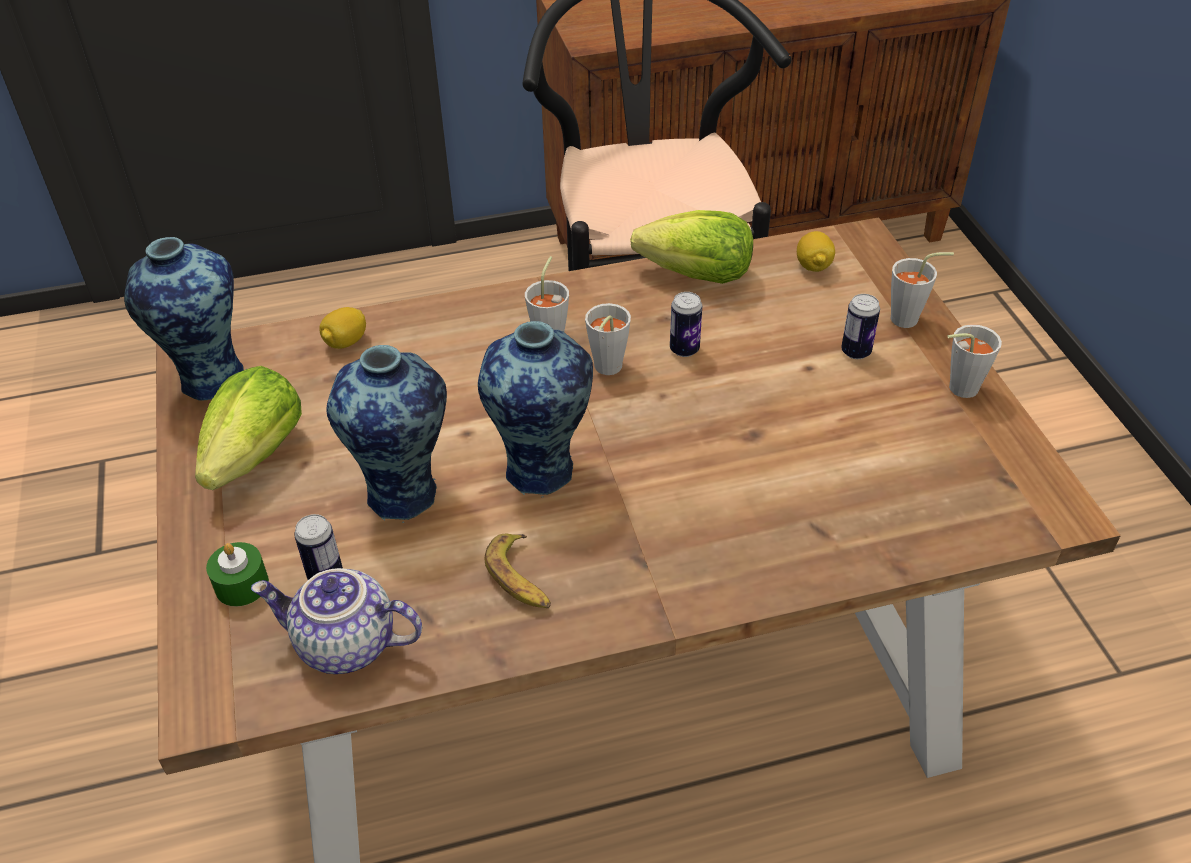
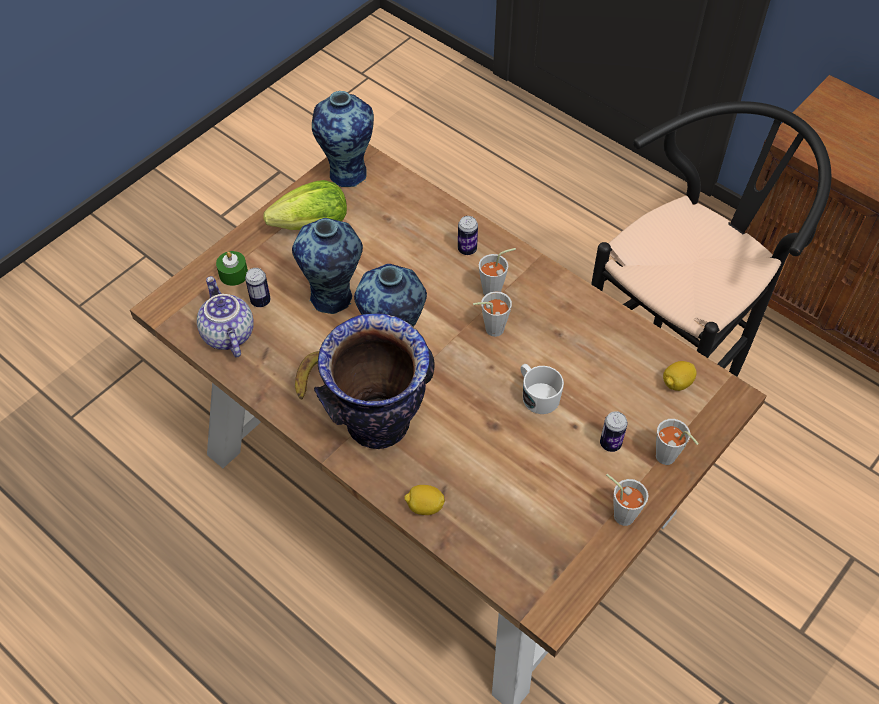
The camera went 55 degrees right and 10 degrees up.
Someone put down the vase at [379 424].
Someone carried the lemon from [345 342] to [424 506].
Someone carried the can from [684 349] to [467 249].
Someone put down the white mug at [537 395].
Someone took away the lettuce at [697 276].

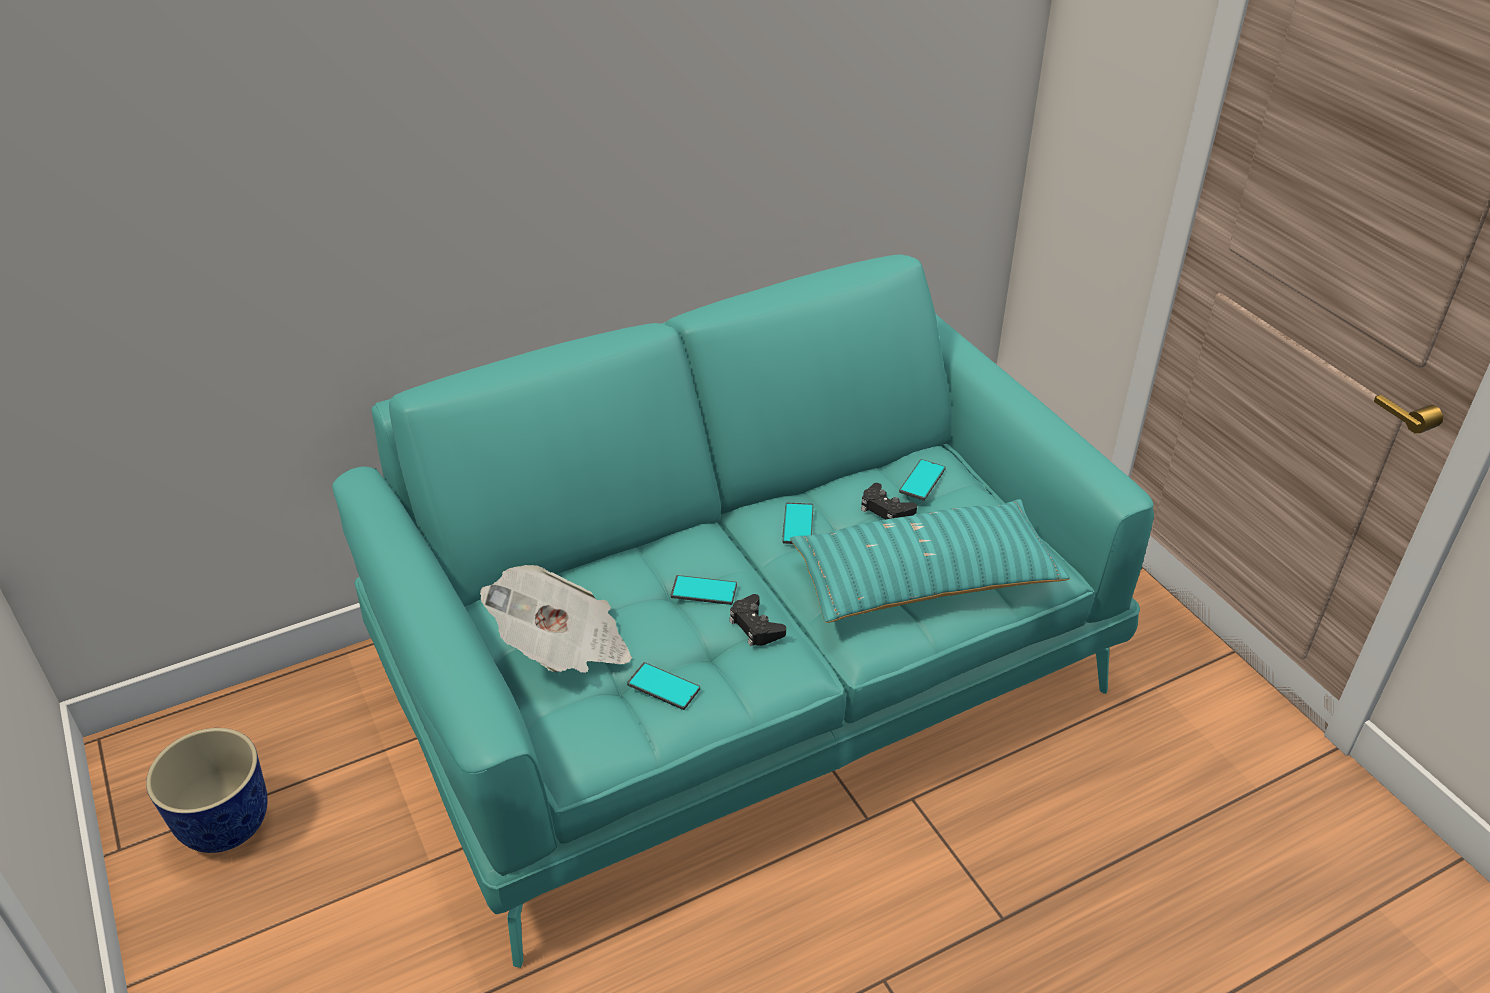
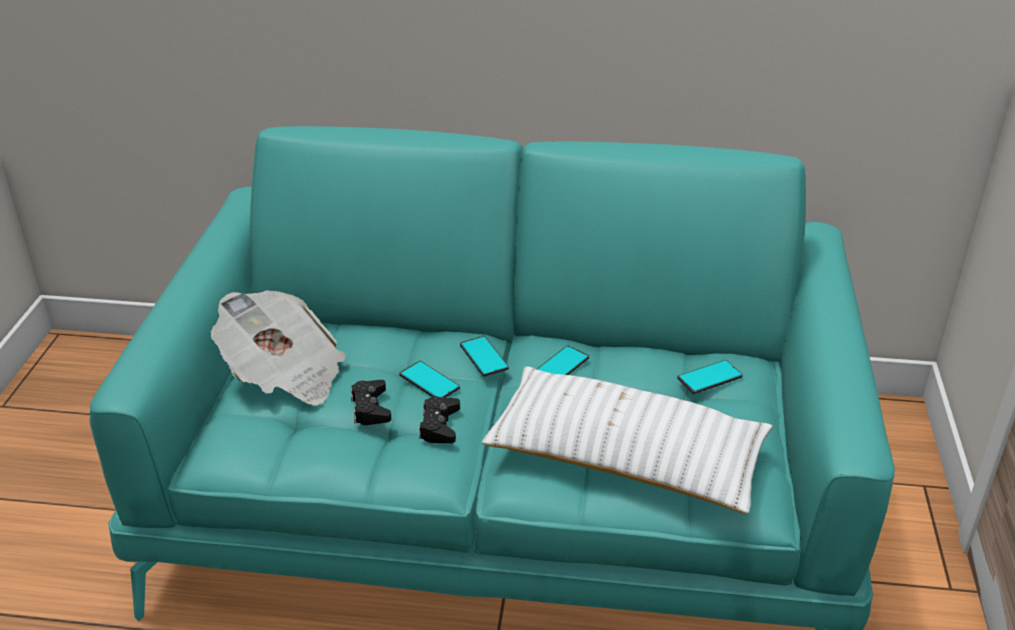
The camera went 35 degrees right and 5 degrees down.
Someone carried the black game controller from [886 510] to [370 408].
Someone carried the phone from [663 687] to [483 357].
Someone repainted the turquoise pillow at [925 580], which became the white pillow at [625 458].
Someone took away the planter at [224 826].

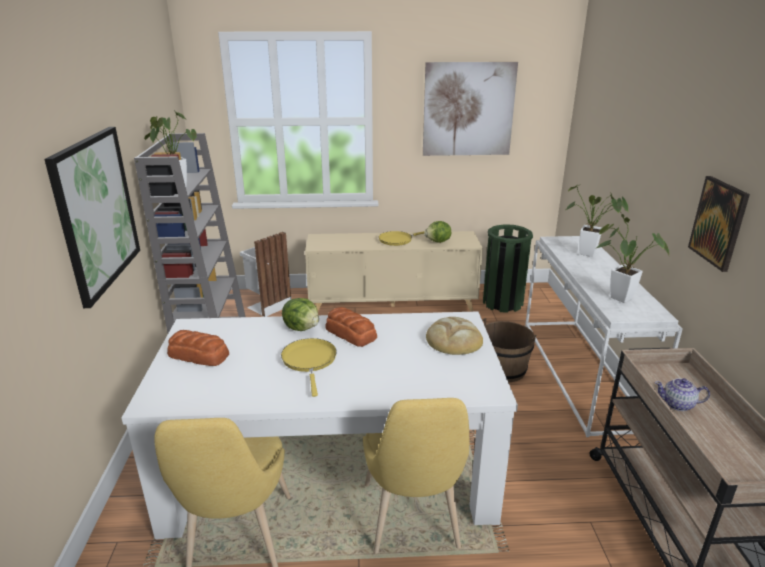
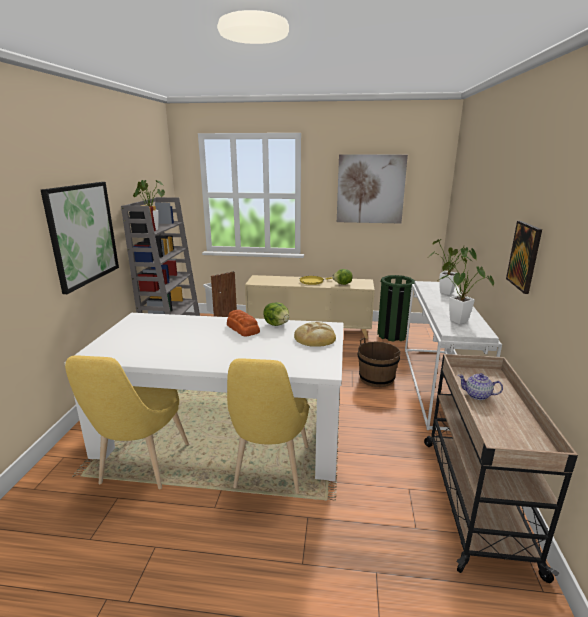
The camera went 10 degrees right and 5 degrees down.
Someone carried the lettuce from [302 327] to [277 324].
Someone took away the bread at [199 355].
Someone took away the yellow frying pan at [309 361].

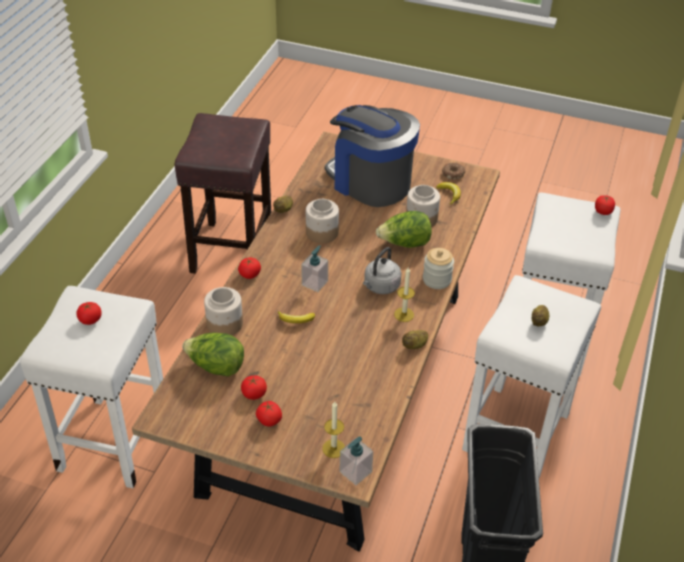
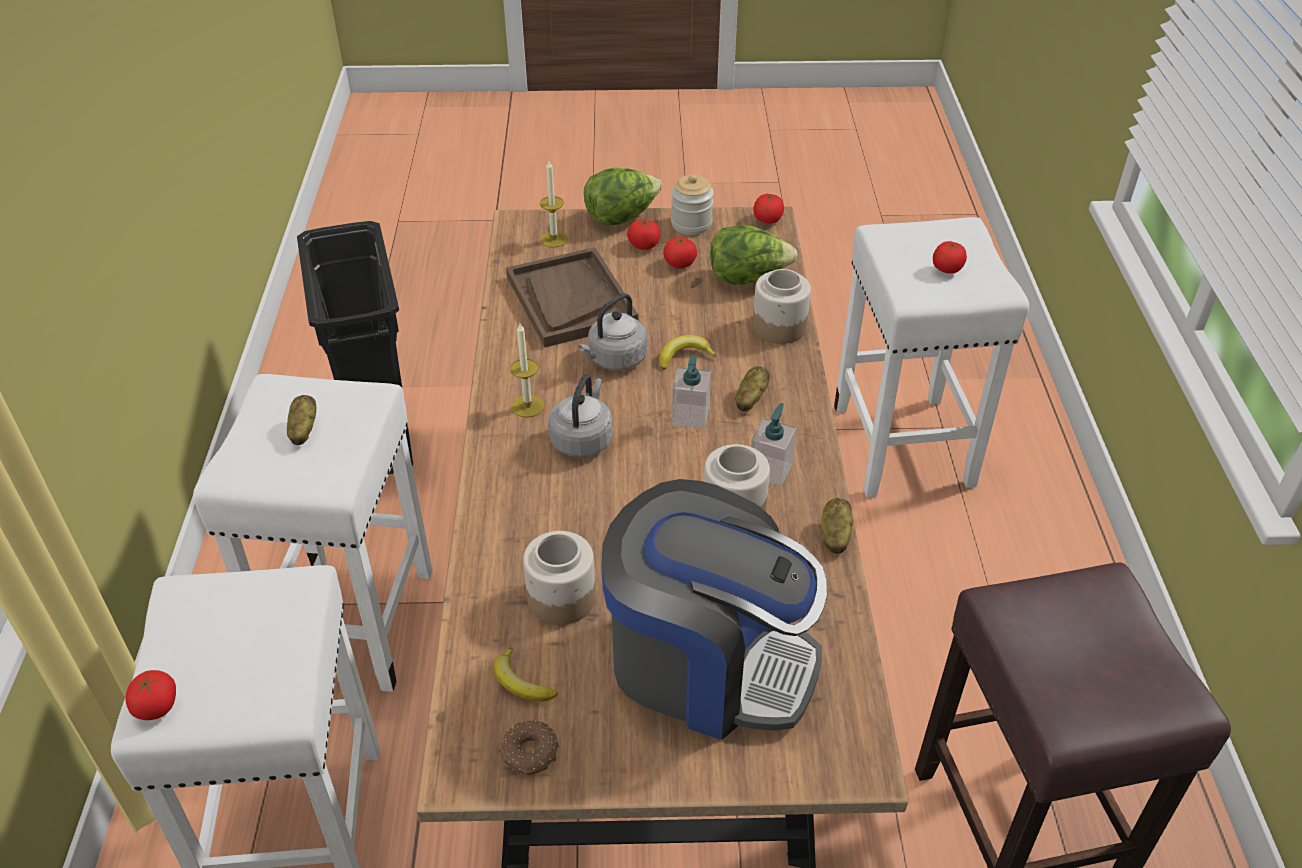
The camera went 160 degrees right and 0 degrees up.
Someone put down the brown tray at [570 300].
Someone put down the grey kettle at [615 359].
Someone carried the lettuce from [404 244] to [621 217].
Someone carried the jar from [437 280] to [691 224].
Someone carried the potato from [415 345] to [750 399].
Someone carried the soap dispenser from [355 472] to [770 470].
Someone carried the tomato from [250 274] to [767 220].

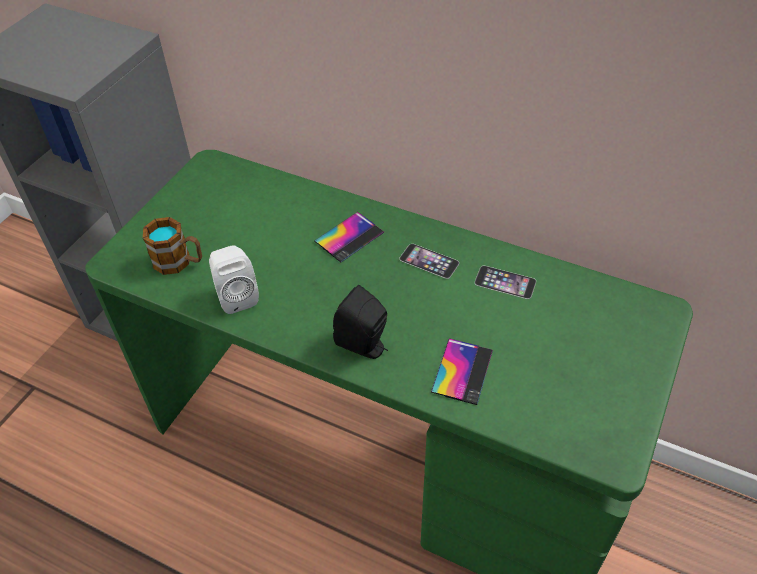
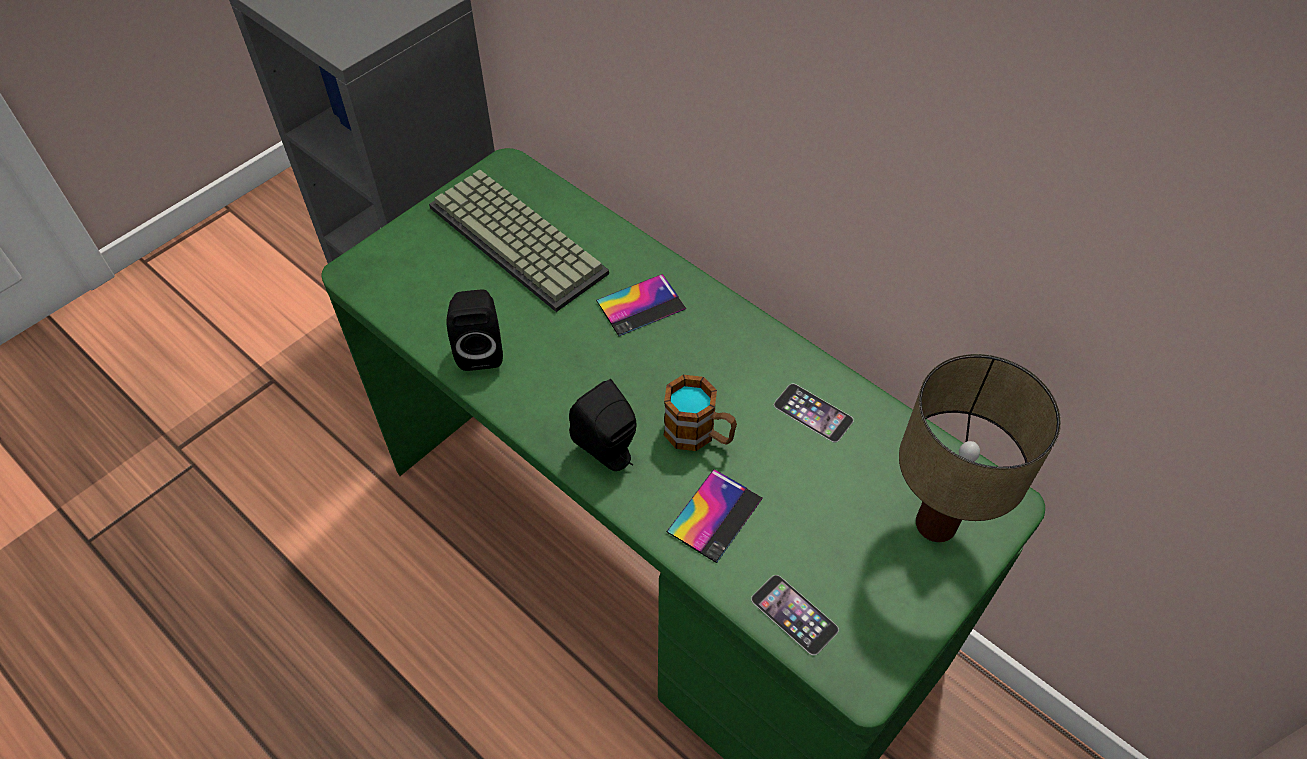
The camera went 15 degrees right and 5 degrees up.
Someone put down the keyboard at [521 239].
Someone repainted the white speaker at [236 296], which became the black speaker at [480 349].
Someone carried the mug from [179 262] to [699 434].
Someone carried the phone from [429 261] to [794 614].
Someone put down the table lamp at [938 525].

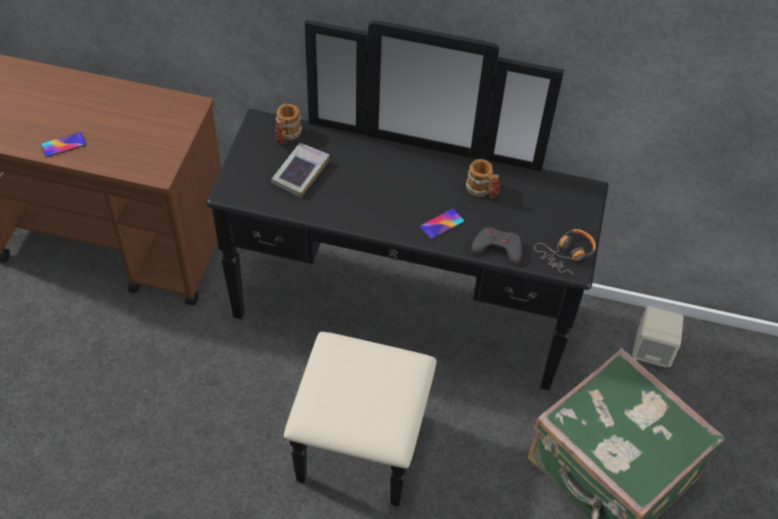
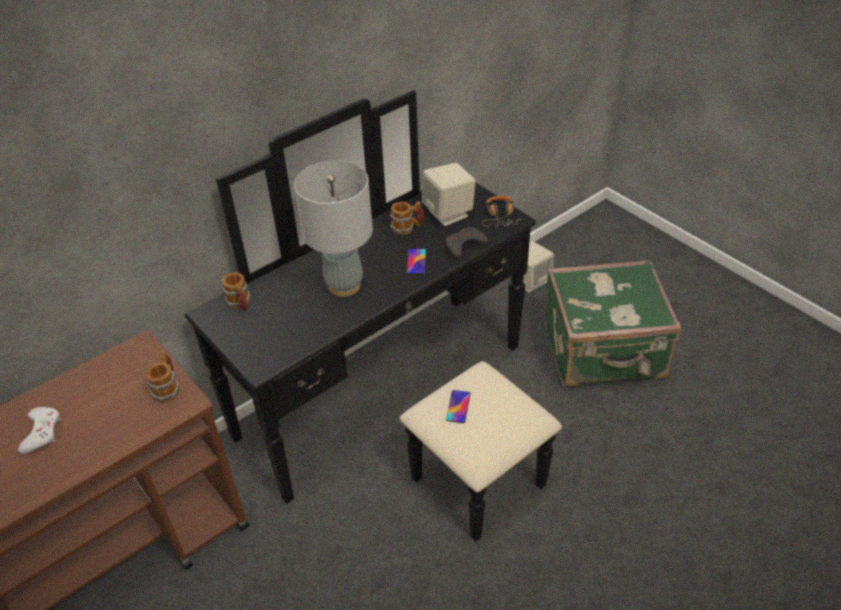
The camera went 50 degrees left and 10 degrees down.
Someone put down the white game controller at [42 432].
Someone put down the mug at [167 388].
Someone put down the grey table lamp at [344 285].
Someone put down the beige speaker at [449 213].
Someone carried the phone from [63 145] to [458 406].
Someone took away the book at [300 172].

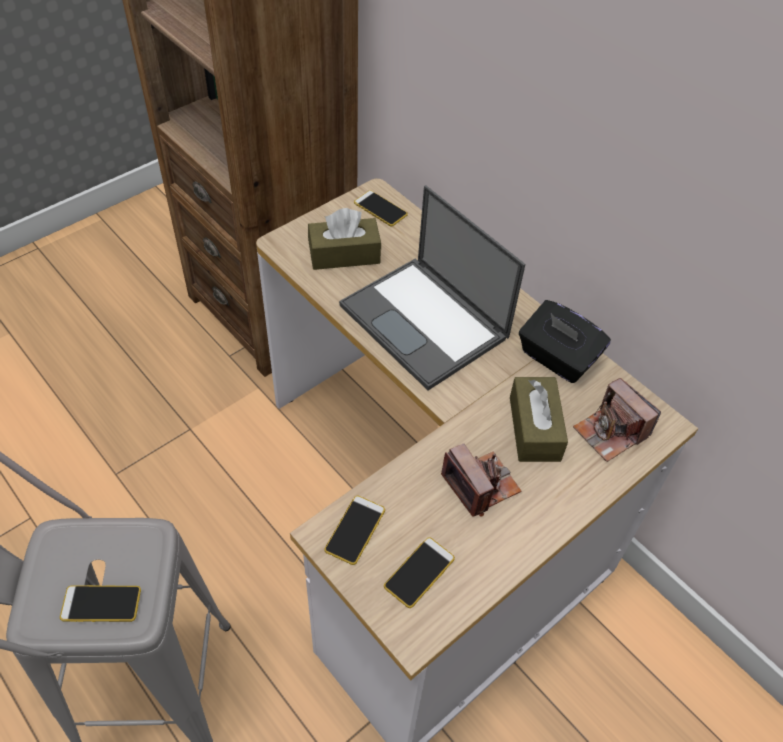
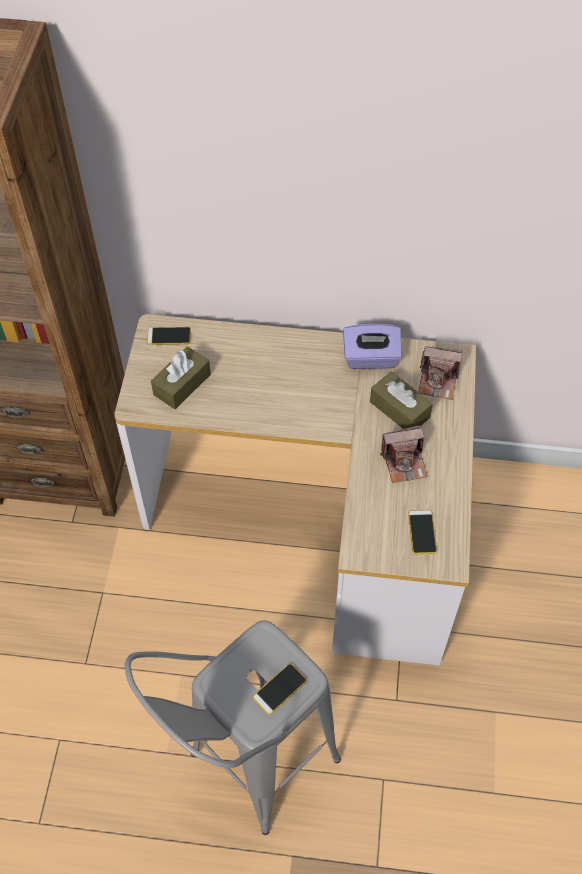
The camera went 40 degrees left and 5 degrees up.
Someone repainted the black tissue box at [557 358], which became the purple tissue box at [370 359].
Someone rotated the photo camera at [480 485] by 150 degrees clockwise.
Someone took away the phone at [355 530].
Someone took away the laptop at [425 322].

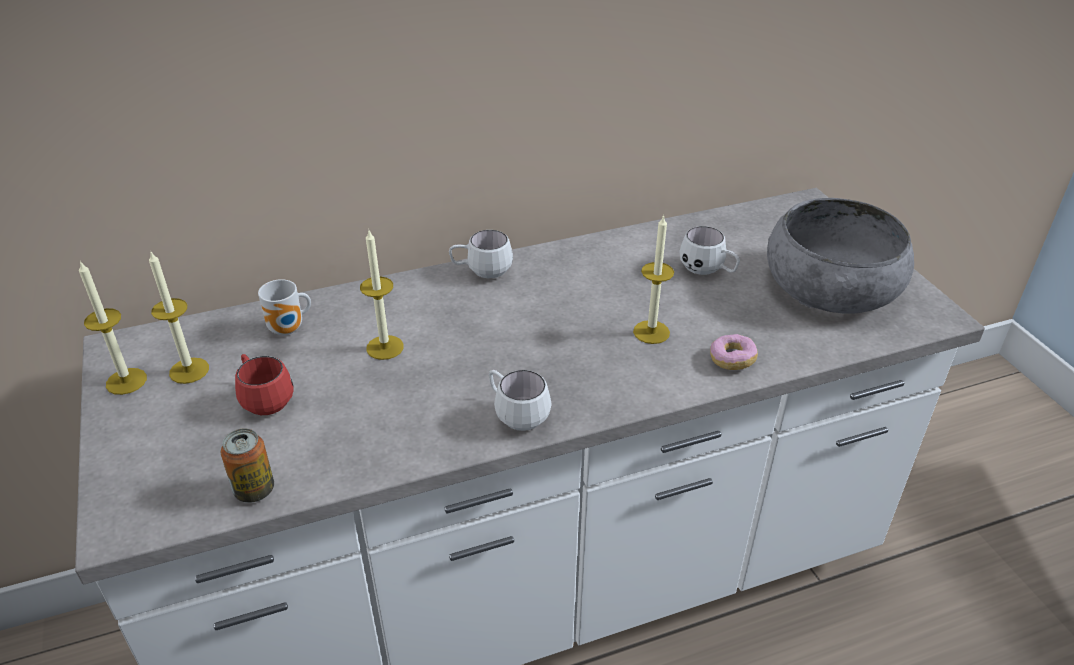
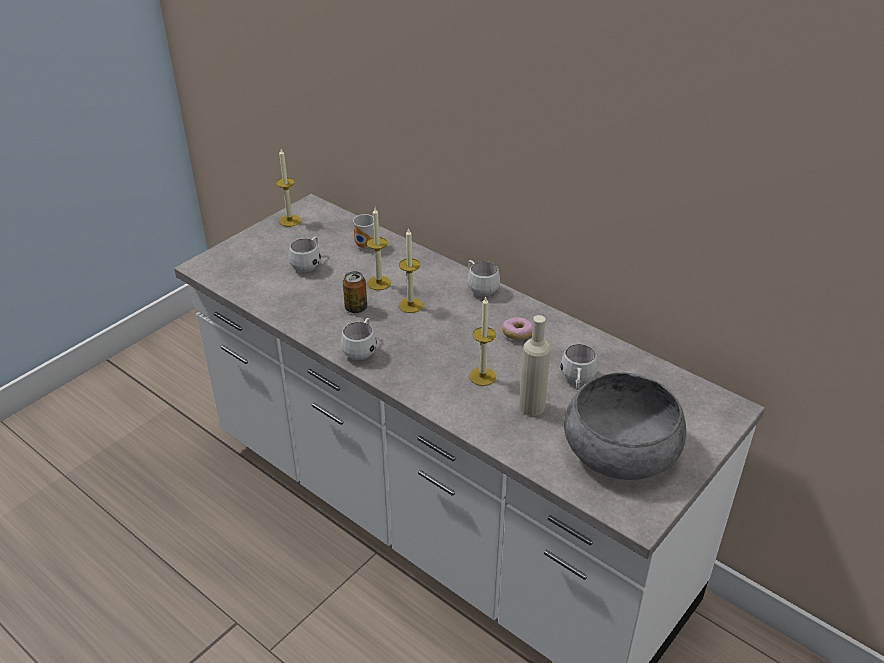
The camera went 60 degrees right and 0 degrees up.
Someone repainted the red mug at [264 399], which became the white mug at [308 264].
Someone carried the can from [254 490] to [356 308].
Someone carried the candle from [189 370] to [410 305].
Someone carried the donut from [732 360] to [517 334].
Someone put down the beige bottle at [531 407].

